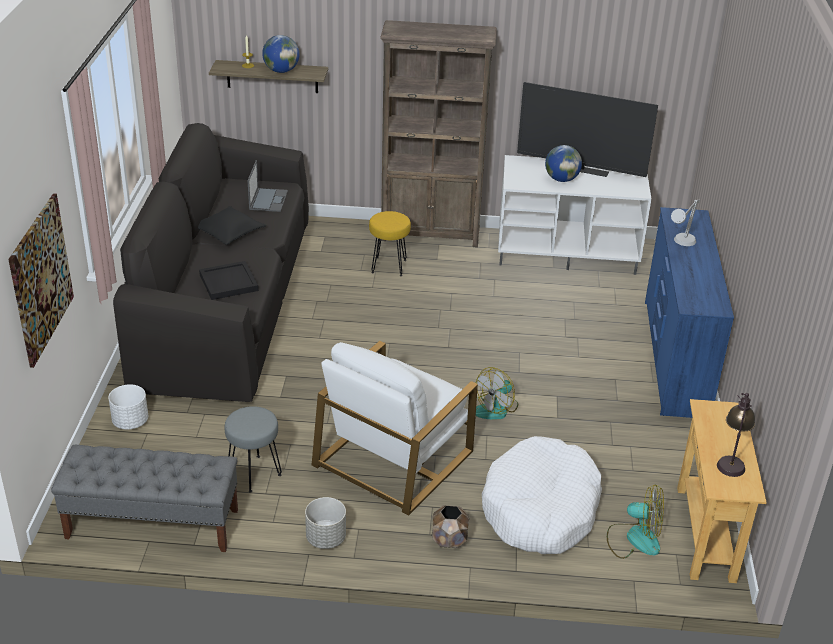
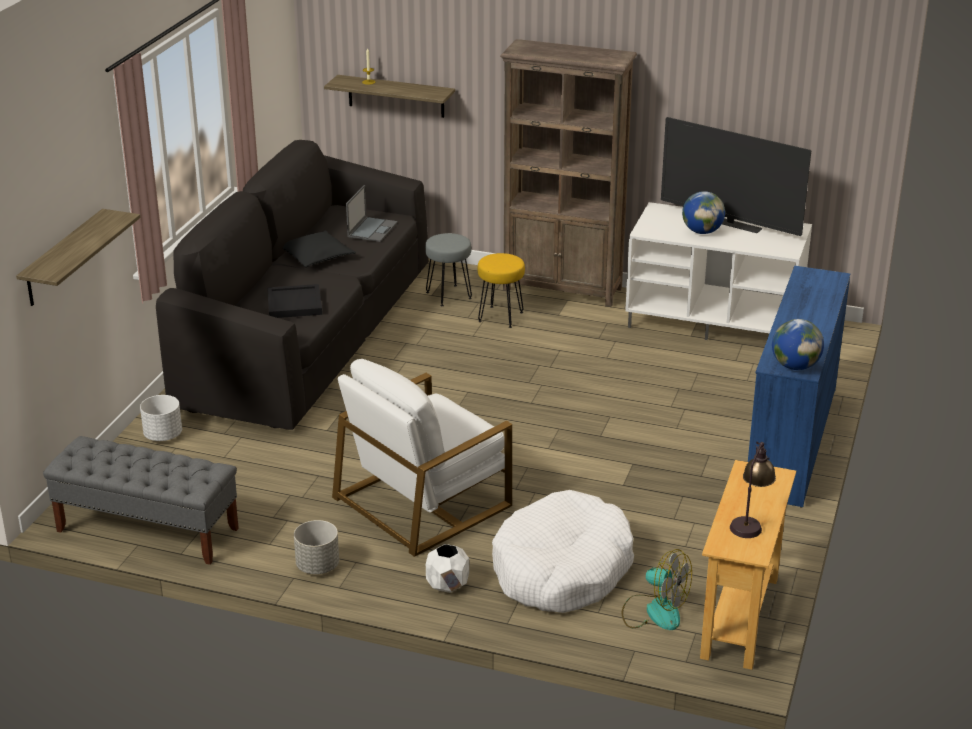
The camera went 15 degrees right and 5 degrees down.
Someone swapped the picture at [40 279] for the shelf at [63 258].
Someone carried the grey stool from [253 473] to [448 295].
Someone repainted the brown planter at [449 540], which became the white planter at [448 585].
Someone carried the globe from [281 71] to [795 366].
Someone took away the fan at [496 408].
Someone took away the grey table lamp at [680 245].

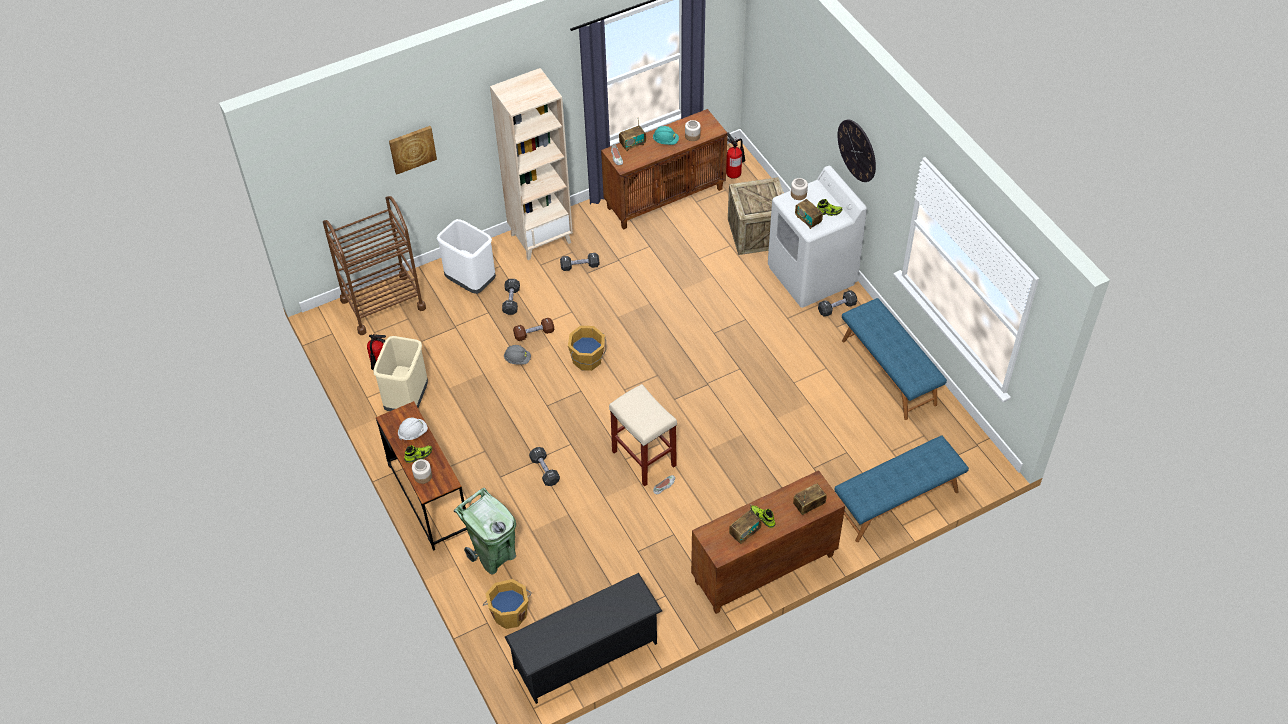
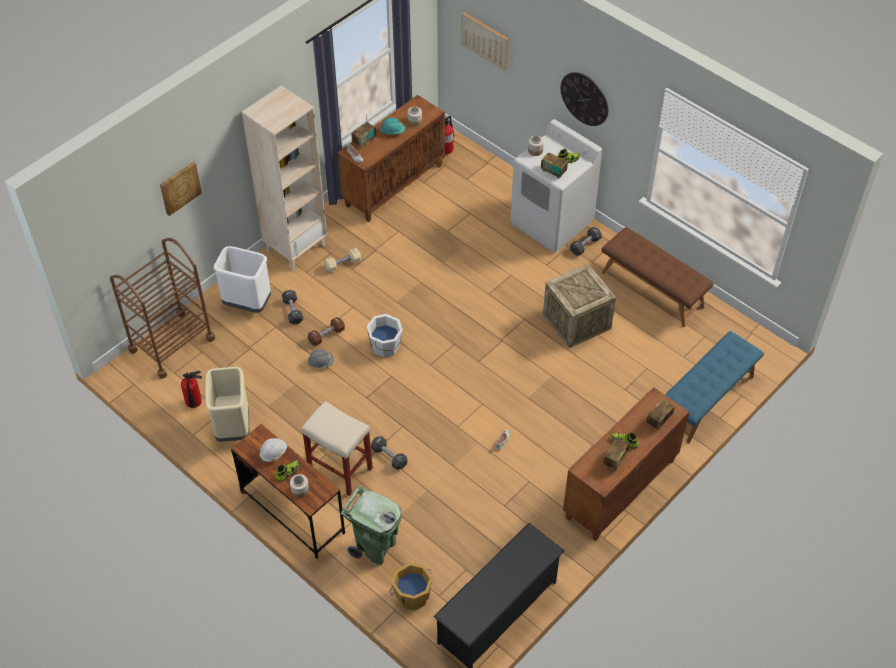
The camera went 20 degrees left and 0 degrees up.
Someone carried the beige stool from [645 459] to [341 470].
Someone repainted the black dumbbell at [580 266], which became the beige dumbbell at [343 264].
Someone repainted the orange bucket at [587 360], which became the white bucket at [386 346].
Someone put up the picture at [485 40].
Someone carried the crate from [757 233] to [576 321].
Someone repainted the blue bench at [889 372], which became the brown bench at [653 289].

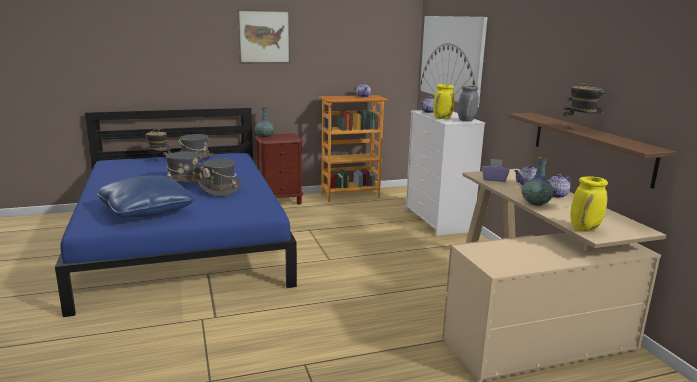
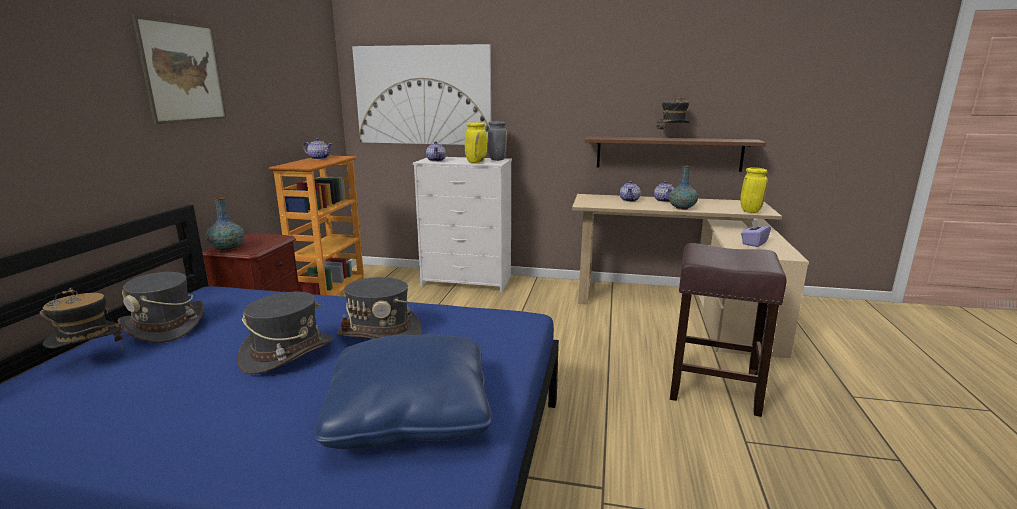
The camera went 60 degrees left and 0 degrees up.
Someone put down the brown stool at [711 389].
Someone carried the purple tissue box from [494 179] to [754 243].

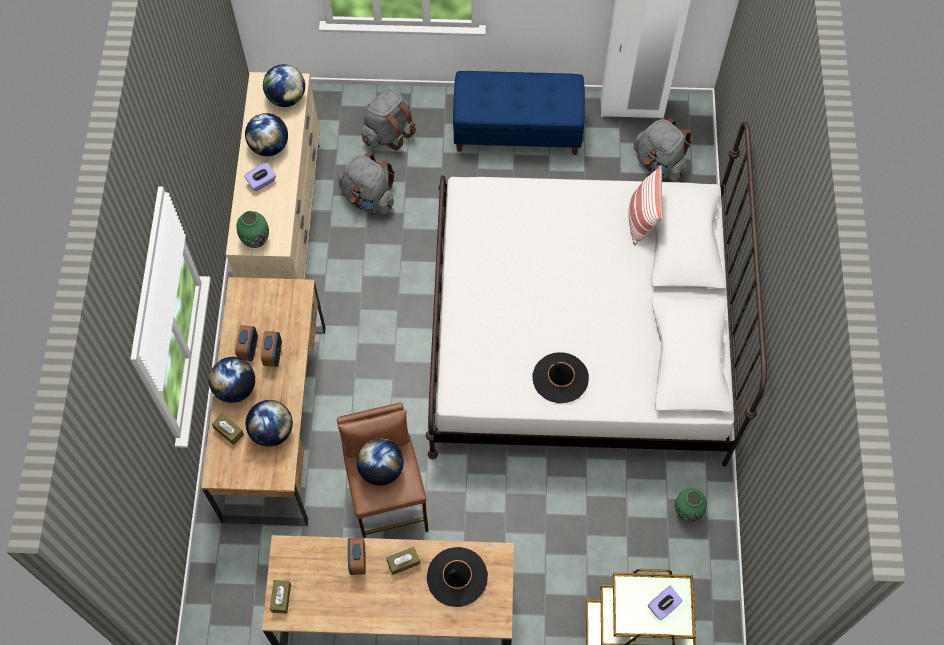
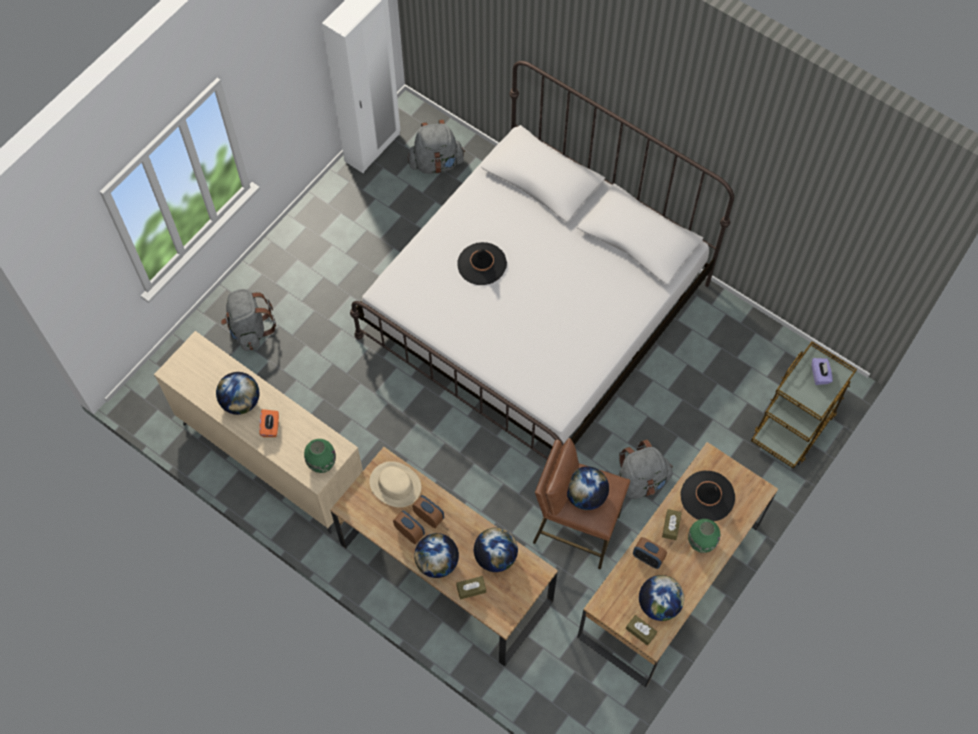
The camera went 55 degrees left and 0 degrees up.
Someone repainted the purple tissue box at [262 182], which became the orange tissue box at [270 427].
Someone put down the beige hat at [395 485].
Someone carried the black hat from [560 378] to [481 264].
Someone carried the grey backpack from [368 198] to [639 482].
Someone carried the globe from [286 98] to [659 604].
Someone carried the green vase from [687 511] to [701 542].
Someone took away the blue bench at [517 130].
Someone took away the pillow at [641 219].

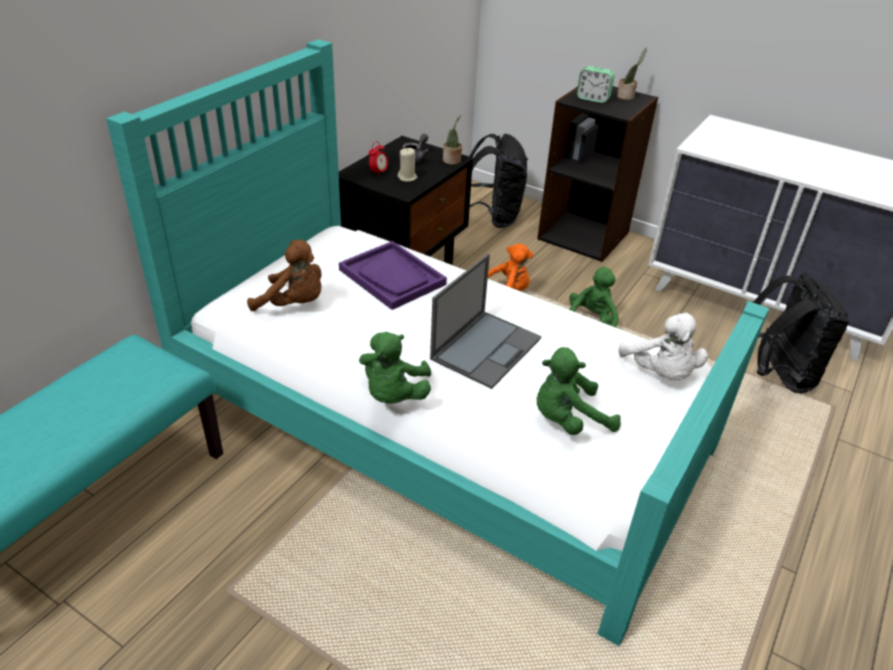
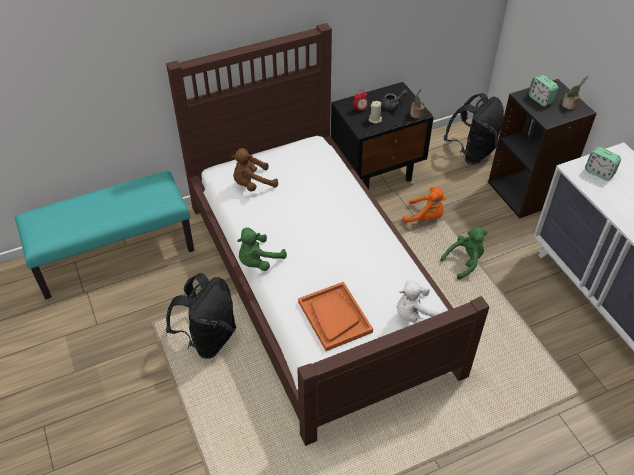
The camera went 35 degrees right and 10 degrees up.
Someone repainted the turquoise bed at [439 420], which became the brown bed at [316 283].
Someone carried the black backpack from [776 375] to [208 338].
Someone rotated the brown plush toy at [294 304] by 105 degrees clockwise.
Someone swapped the green plush toy at [568 420] for the orange tray at [334 317].
Someone rotated the white plush toy at [660 374] by 45 degrees clockwise.
Someone put down the alarm clock at [599 173].
Someone took away the purple tray at [392 277].
Someone took away the laptop at [486 348].

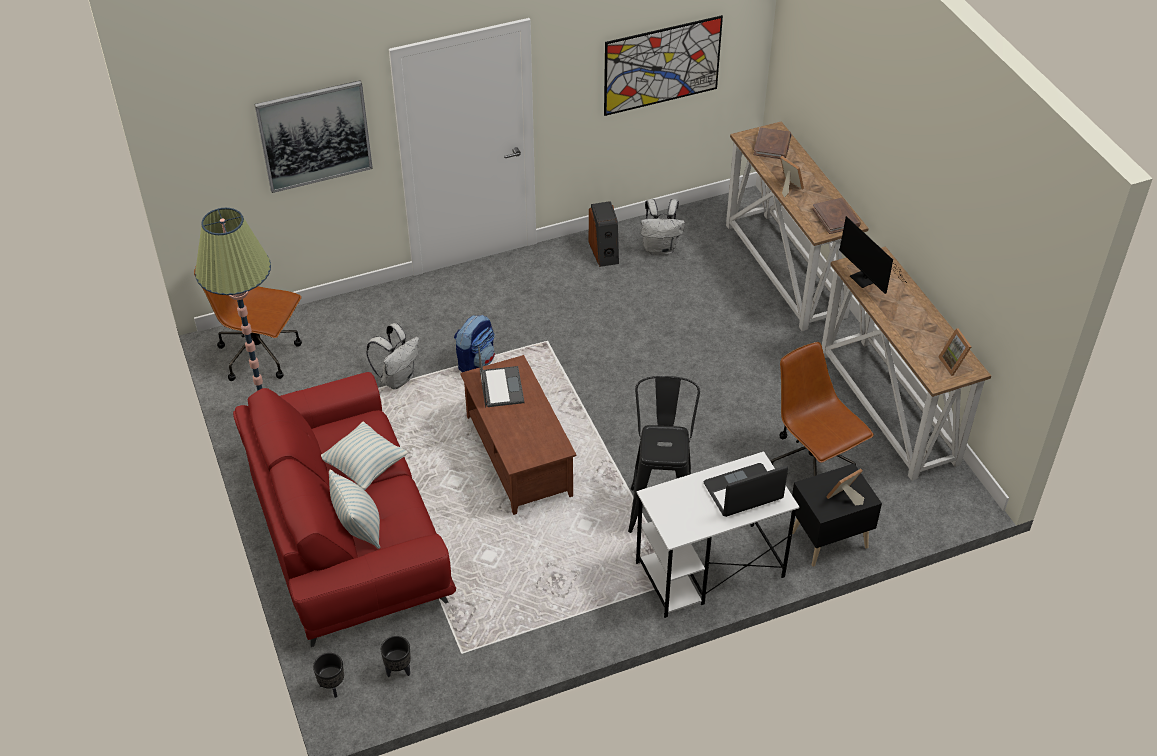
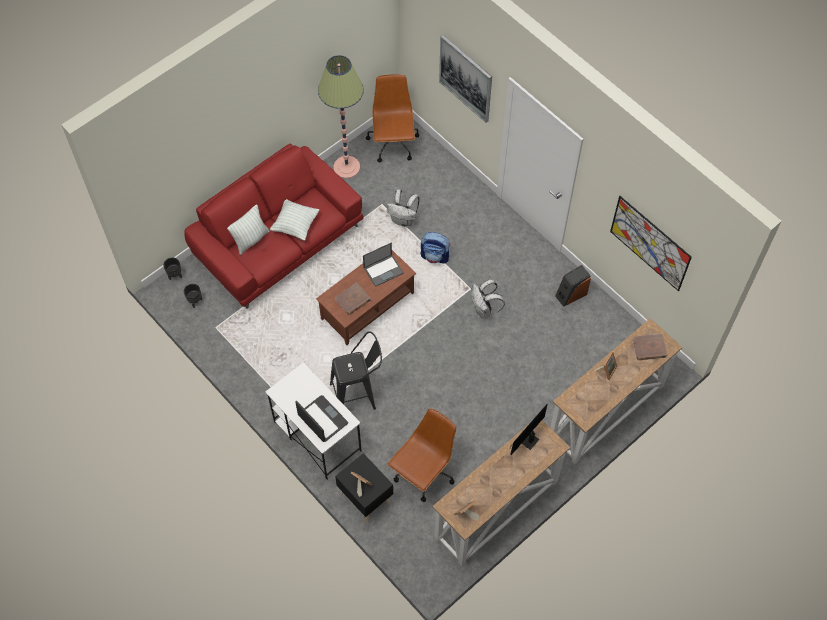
The camera went 70 degrees right and 15 degrees up.
Someone carried the brown book from [836 218] to [353 300].
Someone carried the white backpack from [660 248] to [484 310].

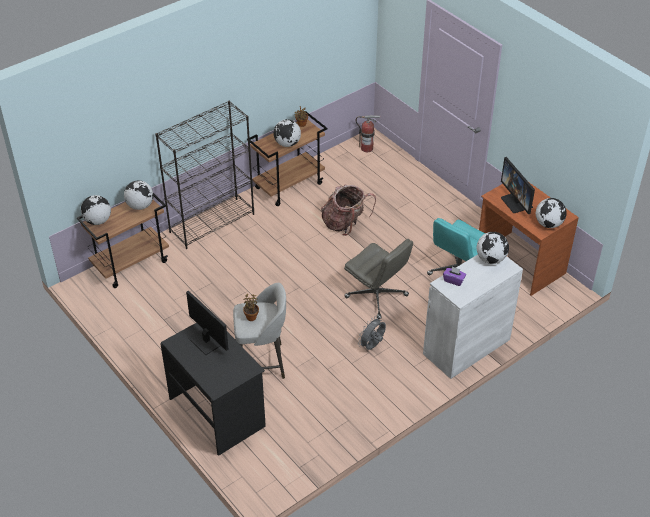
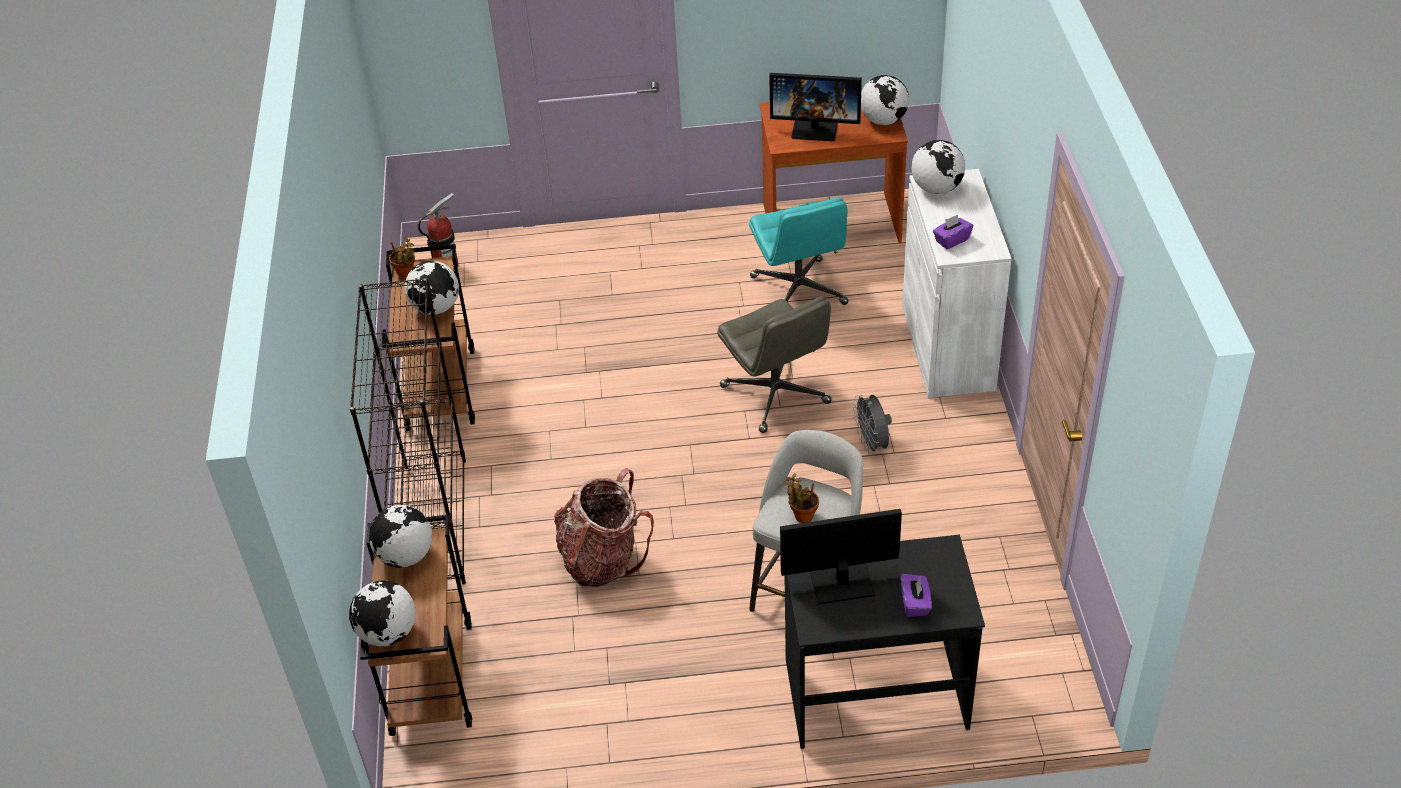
The camera went 55 degrees left and 0 degrees up.
Someone carried the backpack from [345 224] to [602 559].
Someone rotated the grey office chair at [377 296] by 75 degrees clockwise.
Someone put down the purple tissue box at [915 603].

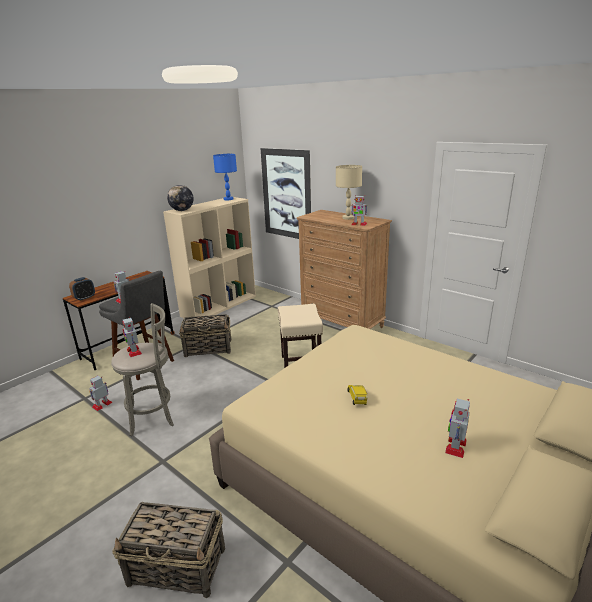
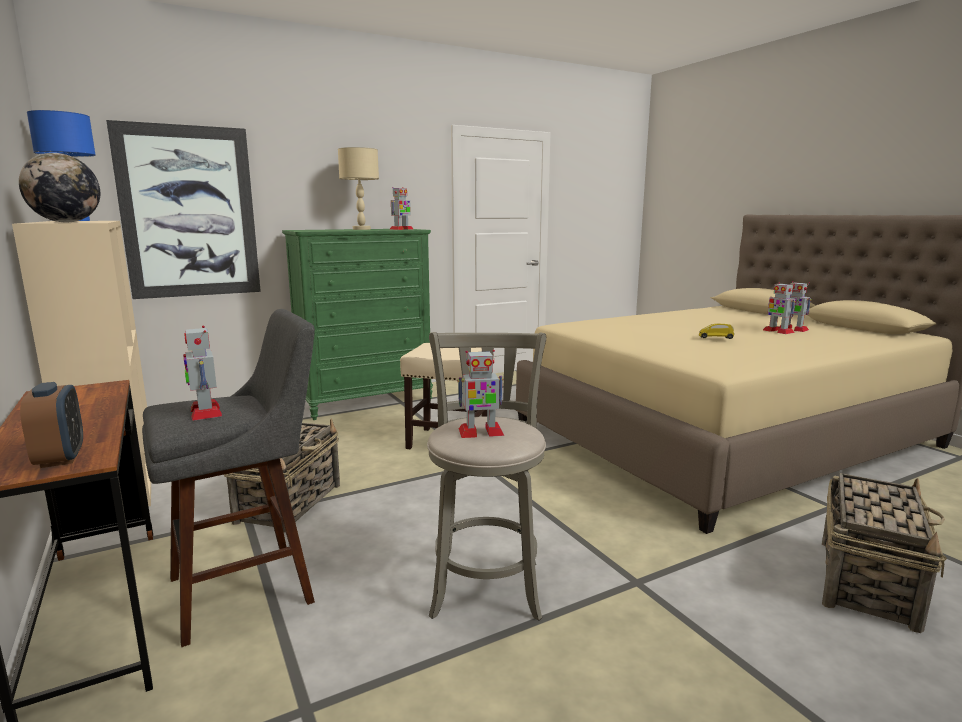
The camera went 70 degrees left and 10 degrees down.
Someone repainted the brown dresser at [342 323], which became the green dresser at [366 402].
Someone carried the toy robot from [102 404] to [777 331].

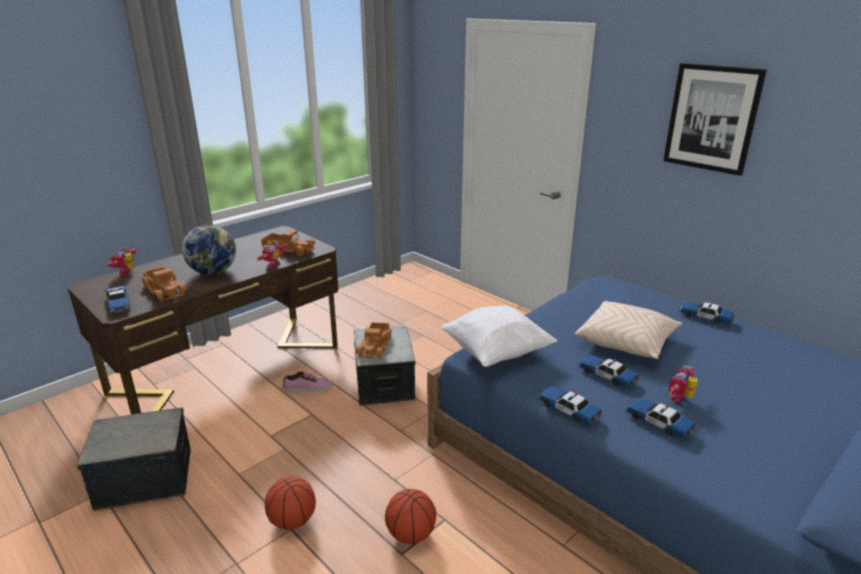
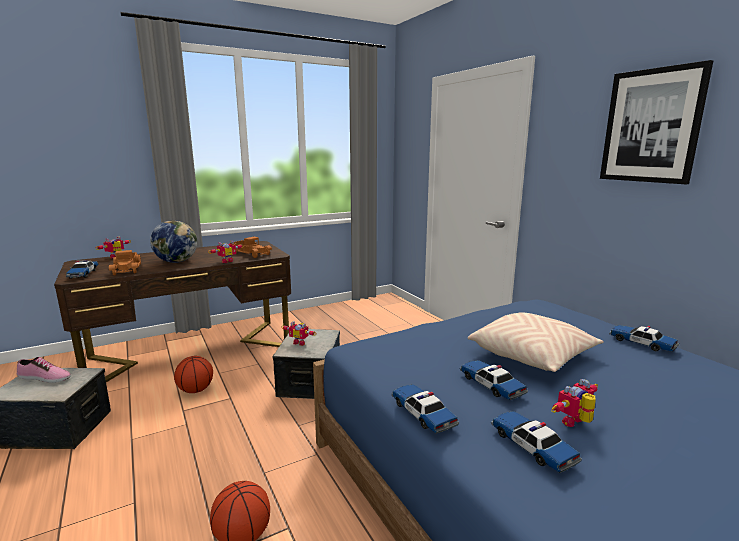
The camera went 15 degrees right and 10 degrees down.
Someone carried the shoe from [308 388] to [44 378].
Someone carried the basketball from [293 521] to [196 390].
Someone swapped the toy truck at [375 346] for the toy robot at [300 342].
Someone took away the white pillow at [496 354].

